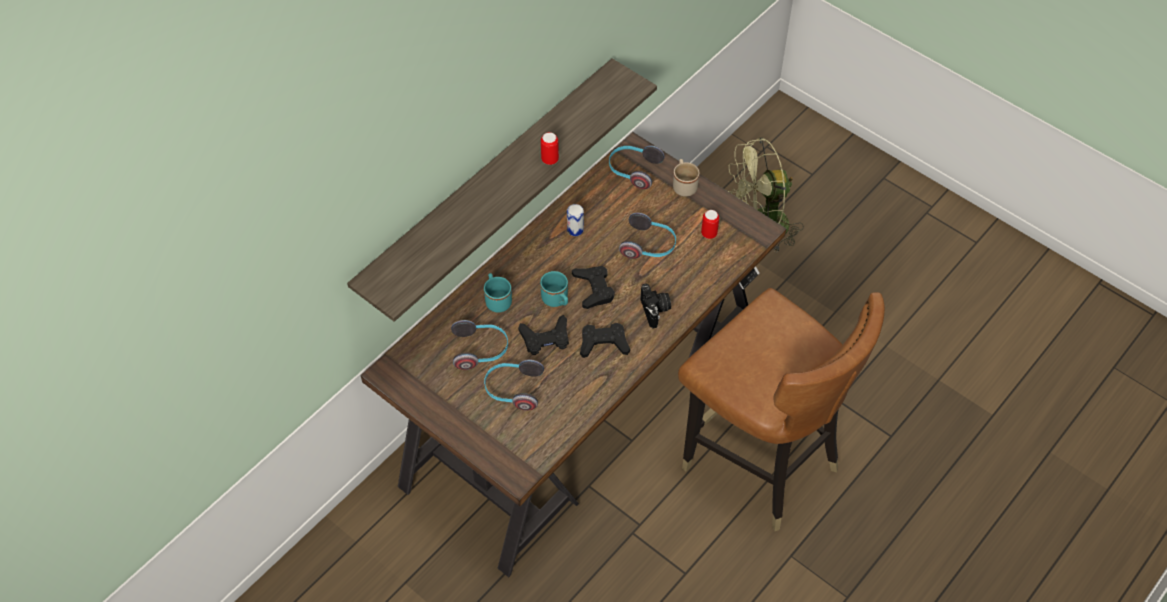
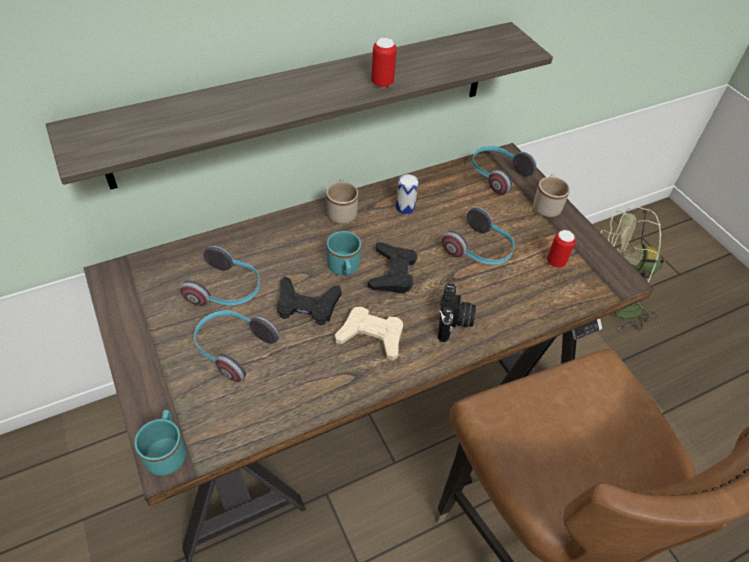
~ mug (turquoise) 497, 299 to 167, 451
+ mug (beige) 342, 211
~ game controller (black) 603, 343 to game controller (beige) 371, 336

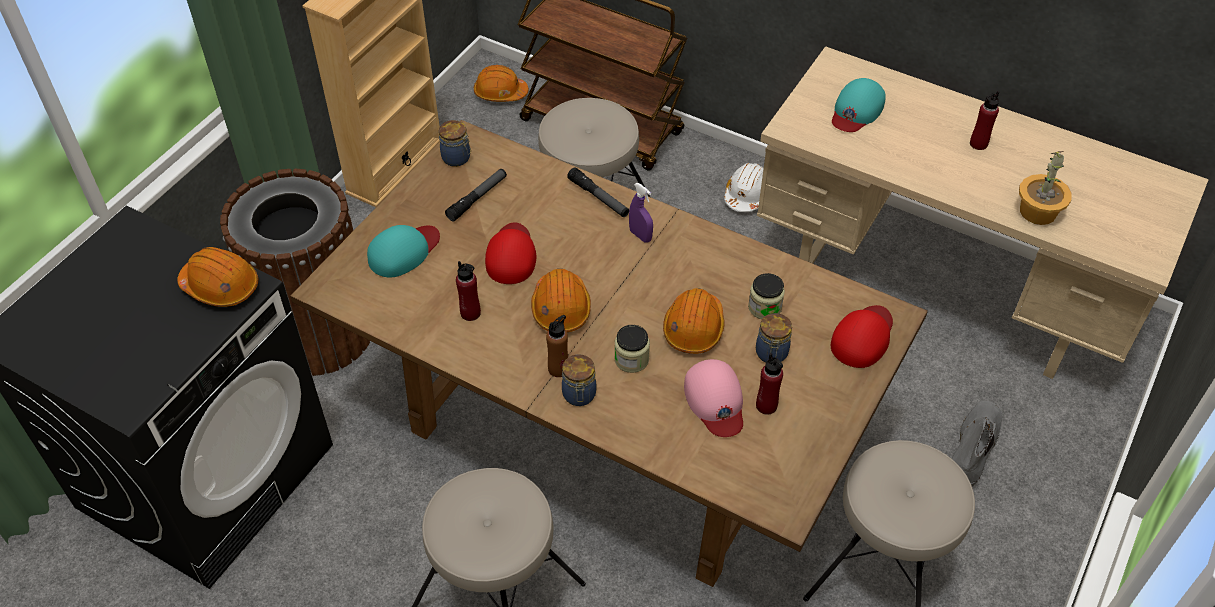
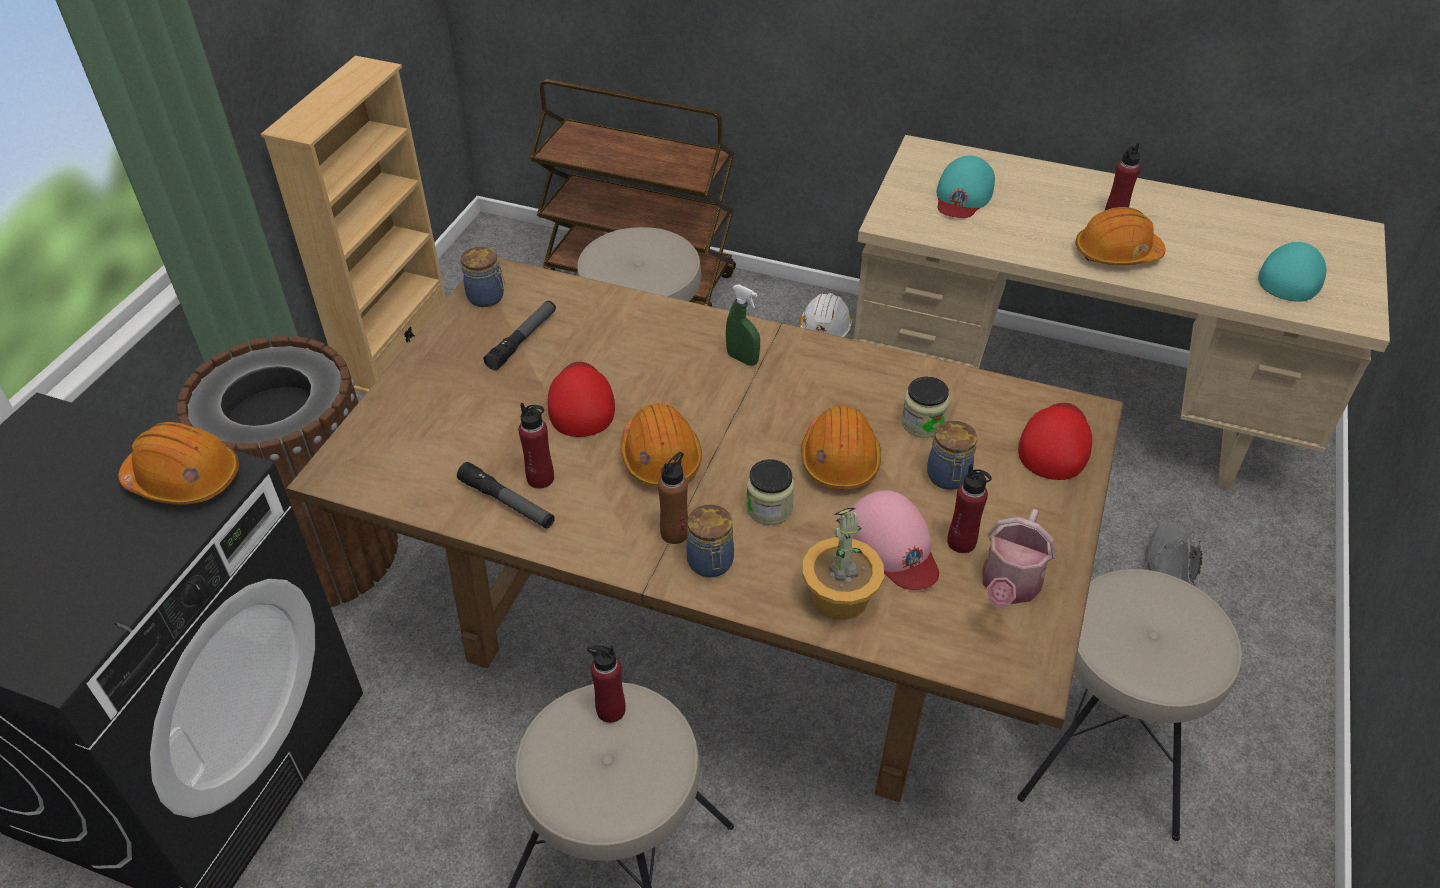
~ flashlight 598, 197 to 507, 502
+ bottle (red) 610, 710
~ spray bottle (purple) 640, 235 to spray bottle (green) 742, 359
~ potted plant 1038, 212 to 840, 597
+ watering can 1008, 587
~ hard hat (orange) 500, 93 to 1116, 253
~ cap (turquoise) 404, 251 to 1292, 275

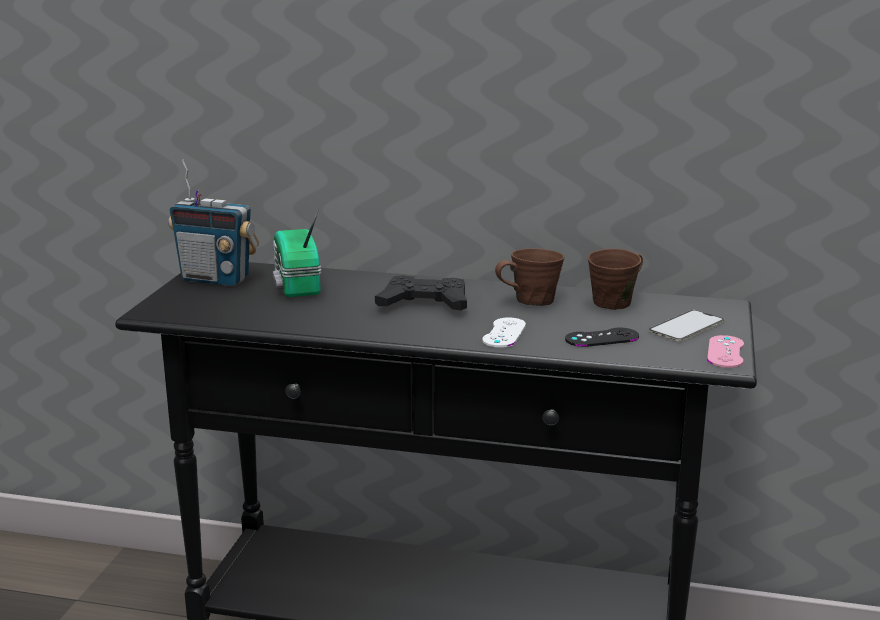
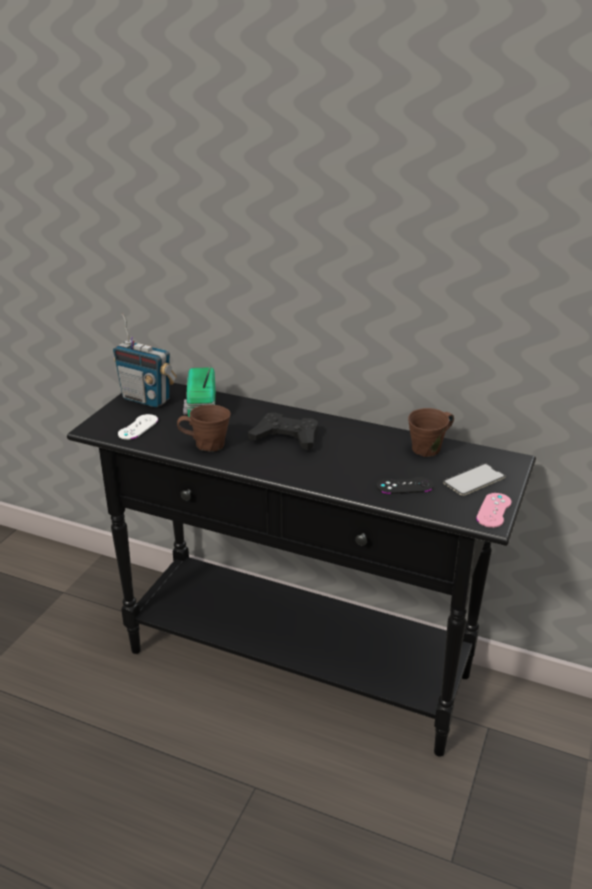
~ game controller (white) 504, 333 to 138, 427
~ mug (brown) 531, 301 to 208, 445

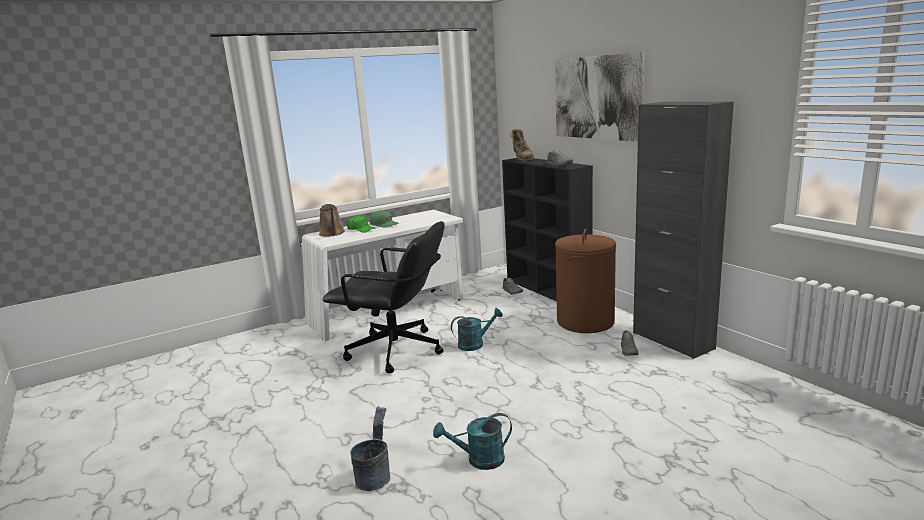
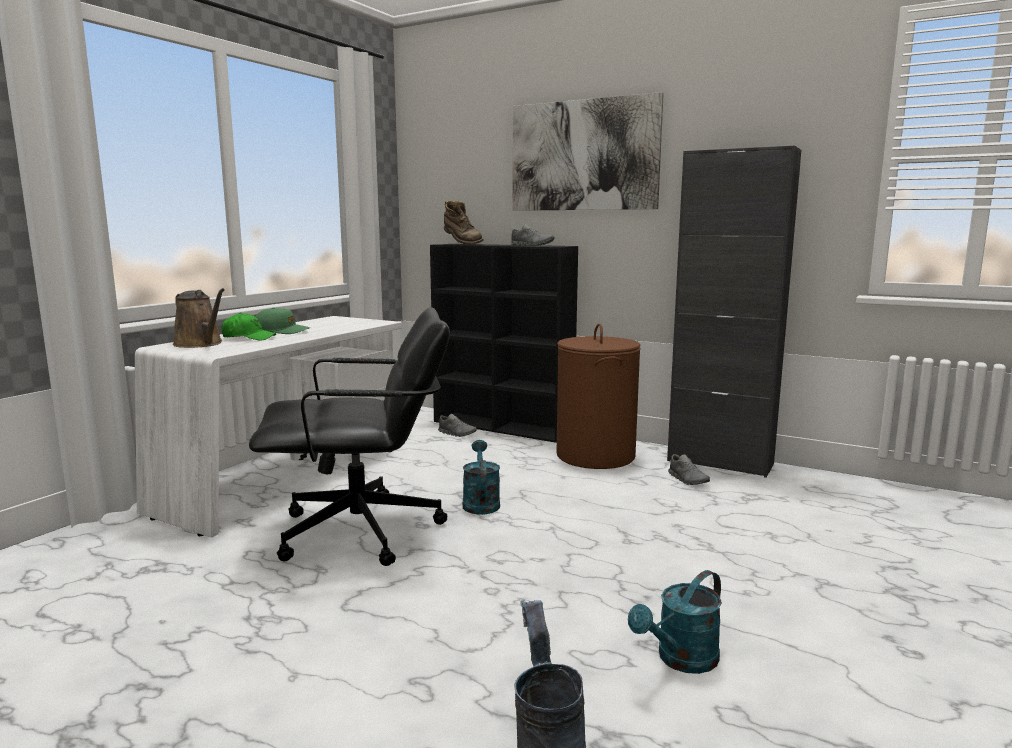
~ watering can (turquoise) 475, 344 = 480, 502 45 degrees counterclockwise

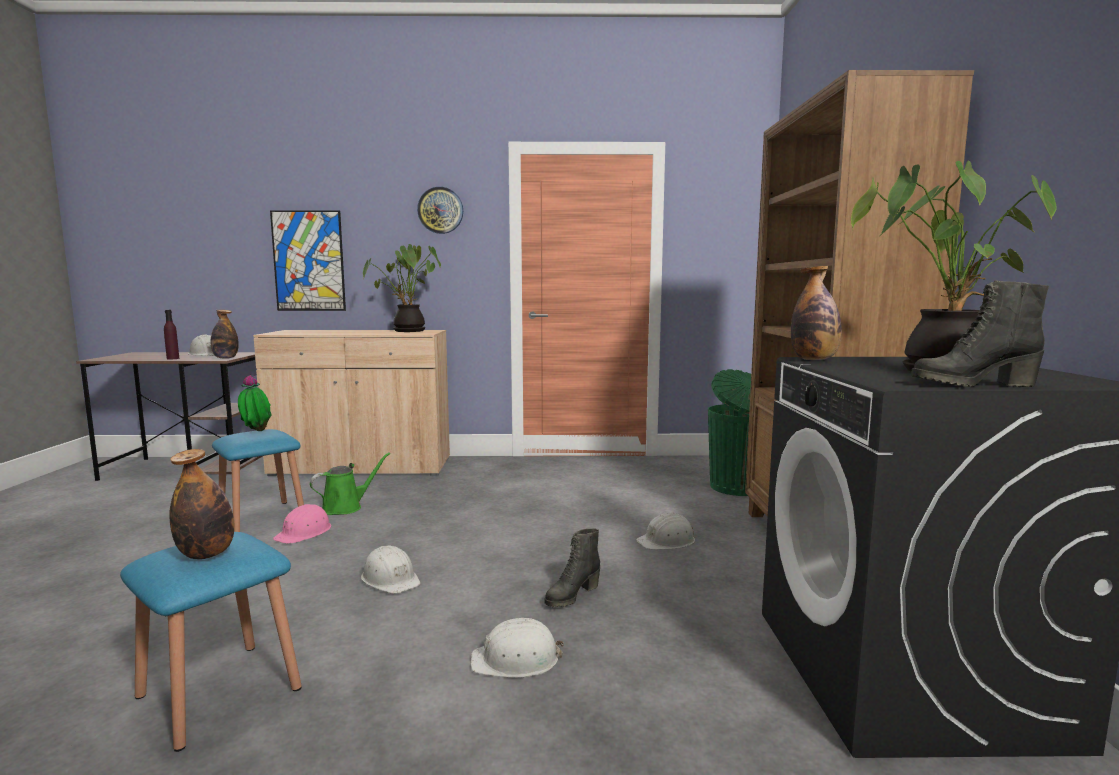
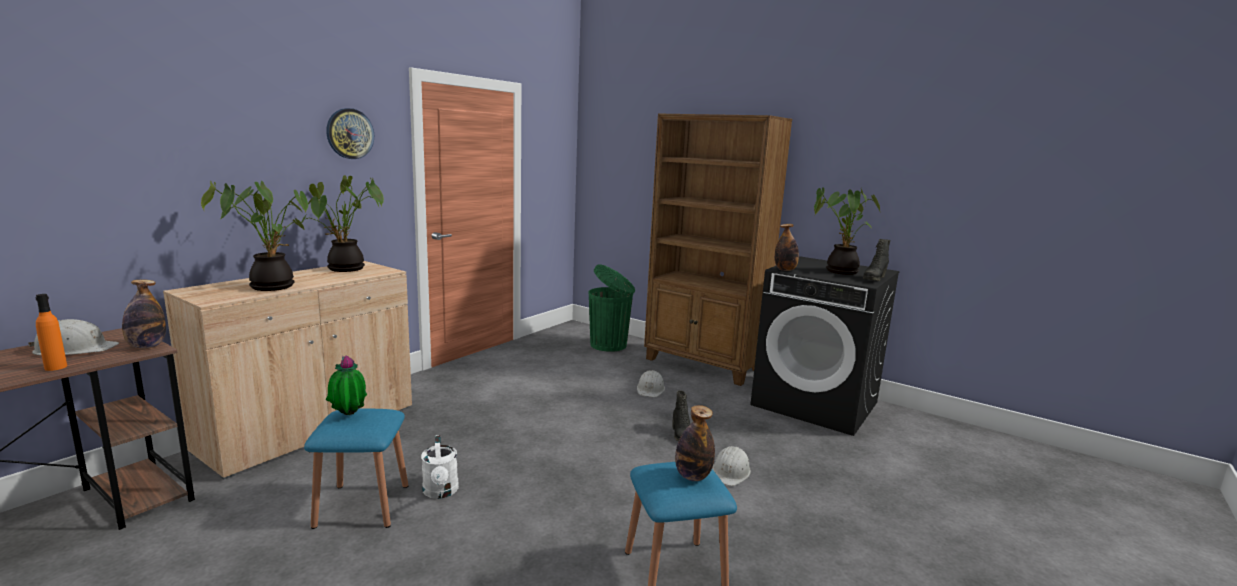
~ bottle (purple) 173, 358 to bottle (orange) 56, 367
+ potted plant 271, 286
~ hard hat (pink) 304, 532 to watering can (white) 441, 492
- picture 308, 261
- watering can (green) 345, 507
- hard hat (white) 390, 579

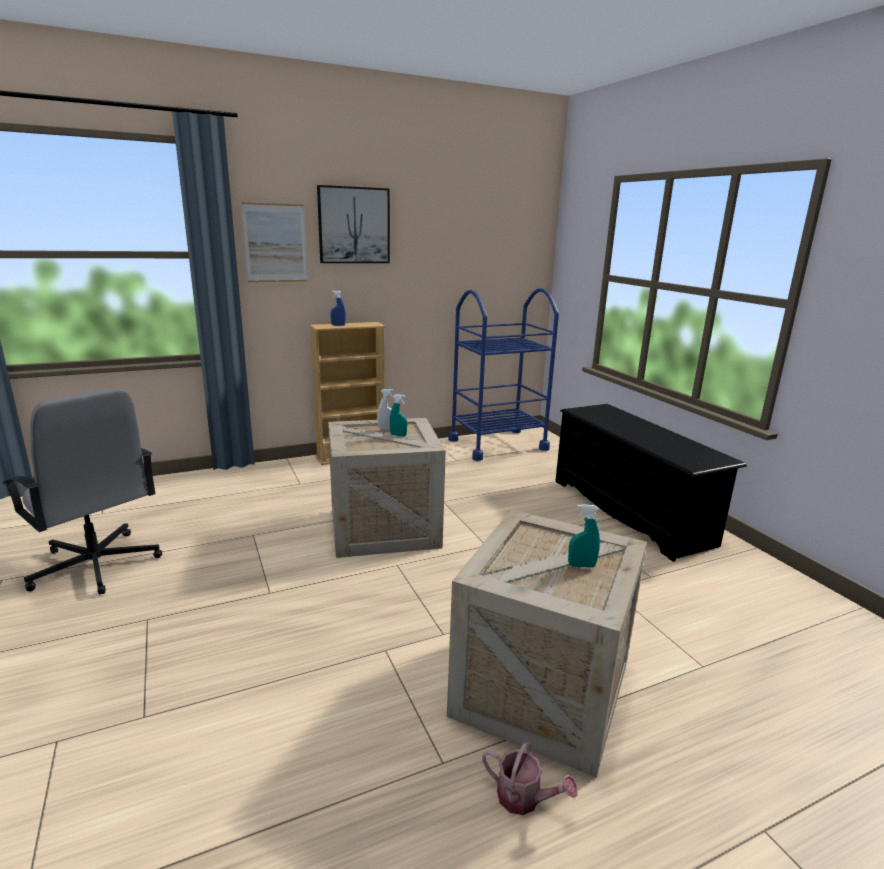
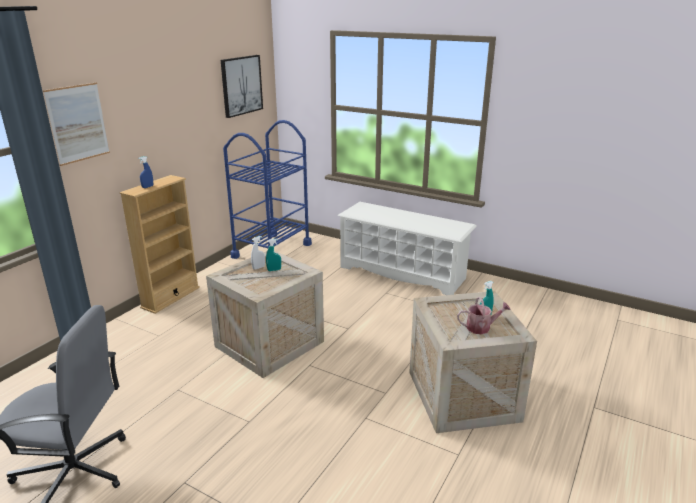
~ picture 354, 225 to 241, 85
~ shoe rack (black) 630, 511 to shoe rack (white) 403, 273
~ watering can 524, 798 to 481, 327

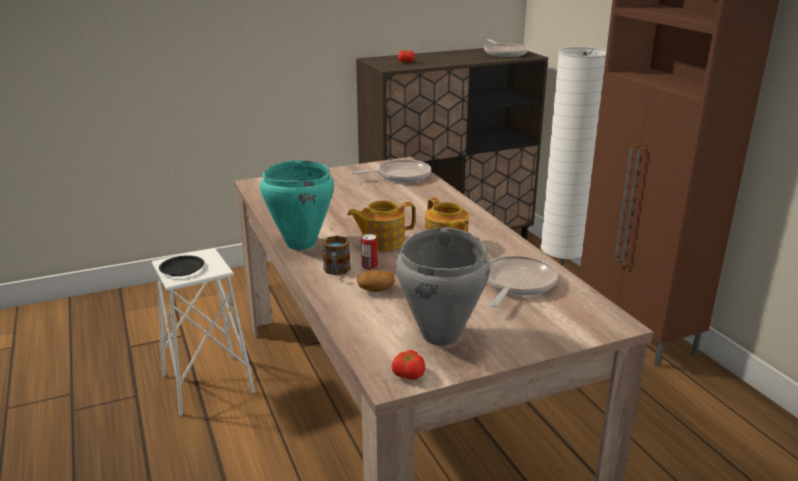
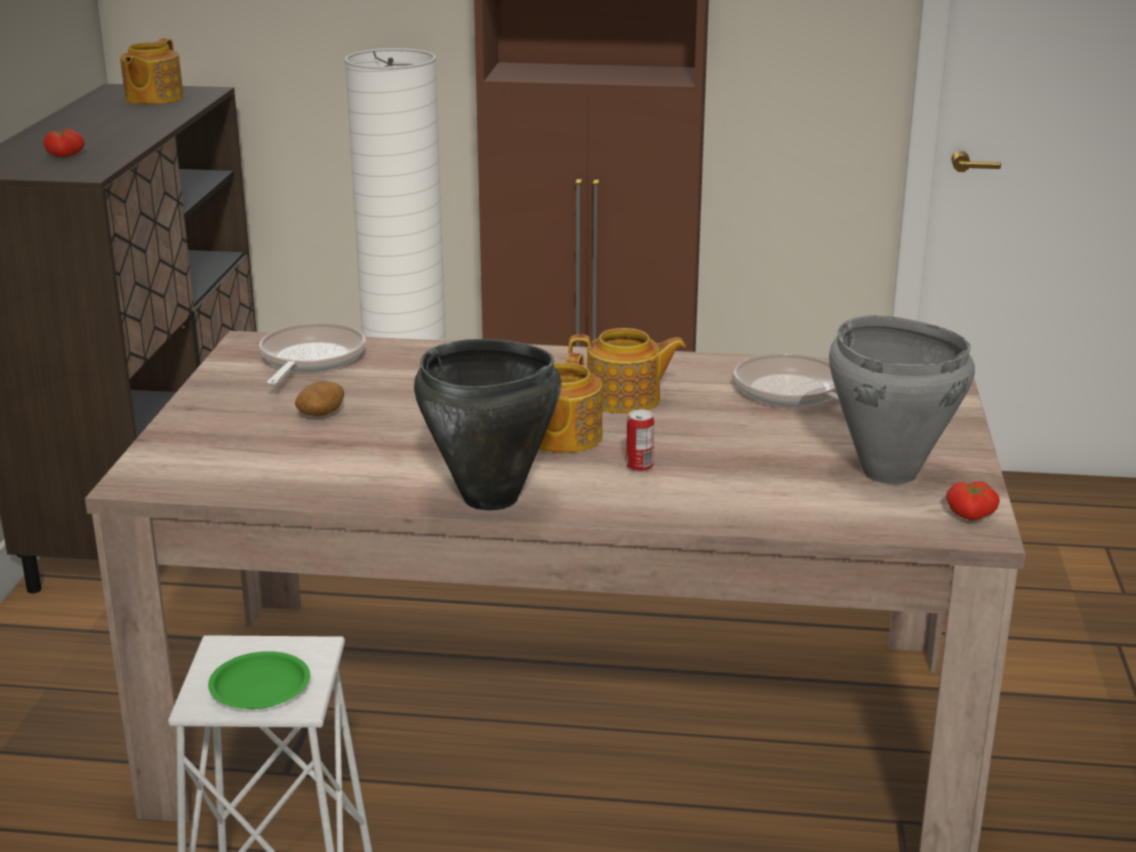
~ frying pan 504, 53 to teapot 153, 98
~ plate (black) 182, 269 to plate (green) 261, 687
~ potato 375, 290 to 321, 413
~ cooking pot (turquoise) 300, 244 to cooking pot (black) 491, 498
- mug 336, 271

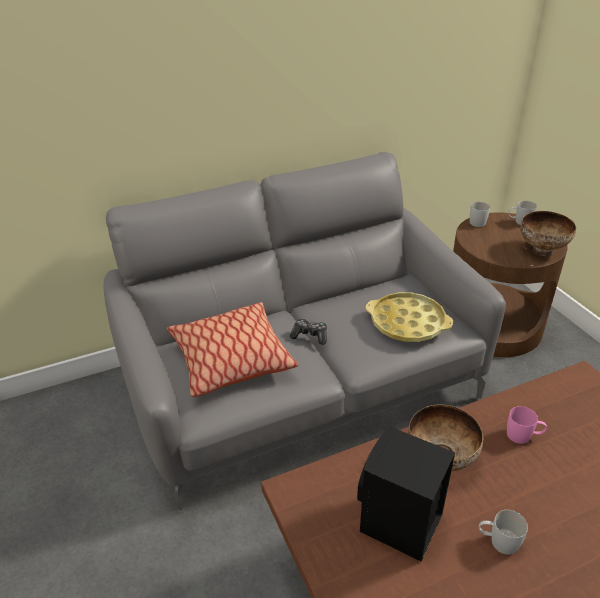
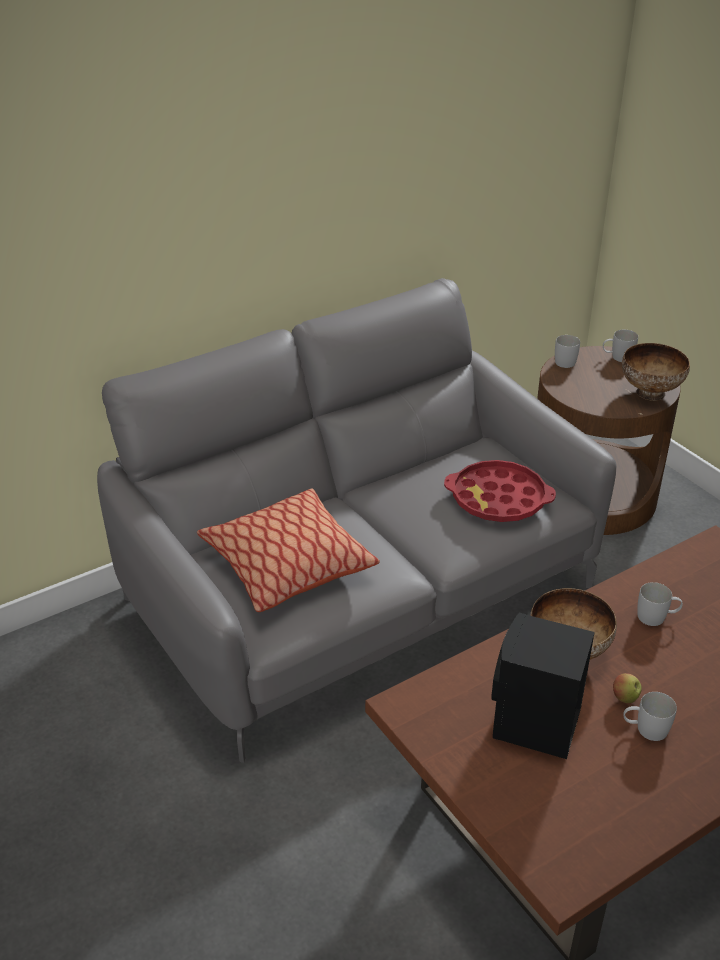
~ tray (yellow) 407, 323 to tray (red) 498, 499
+ apple 625, 698
~ mug (pink) 523, 436 to mug (white) 657, 617
- game controller 310, 335

